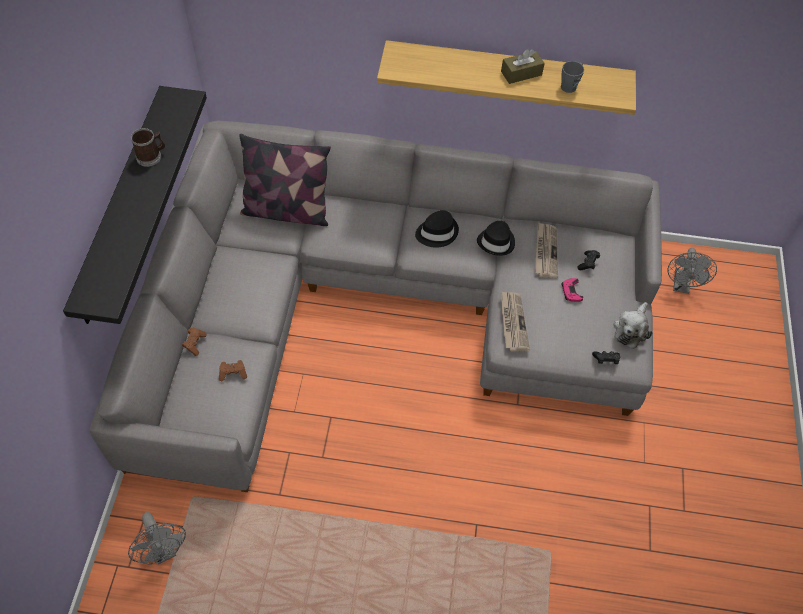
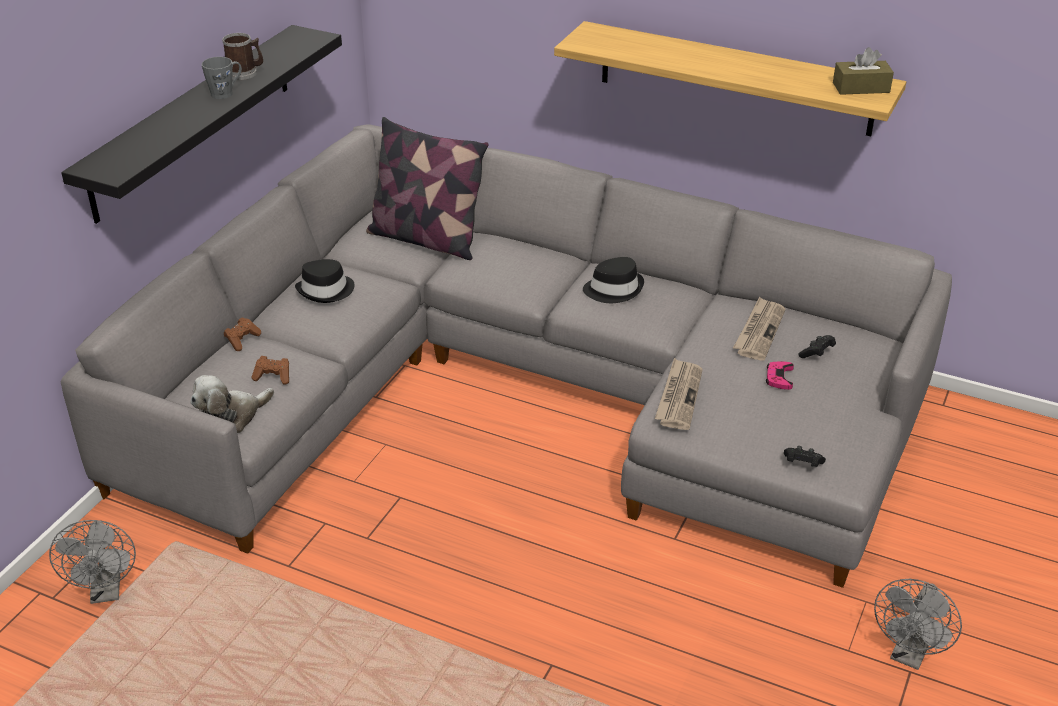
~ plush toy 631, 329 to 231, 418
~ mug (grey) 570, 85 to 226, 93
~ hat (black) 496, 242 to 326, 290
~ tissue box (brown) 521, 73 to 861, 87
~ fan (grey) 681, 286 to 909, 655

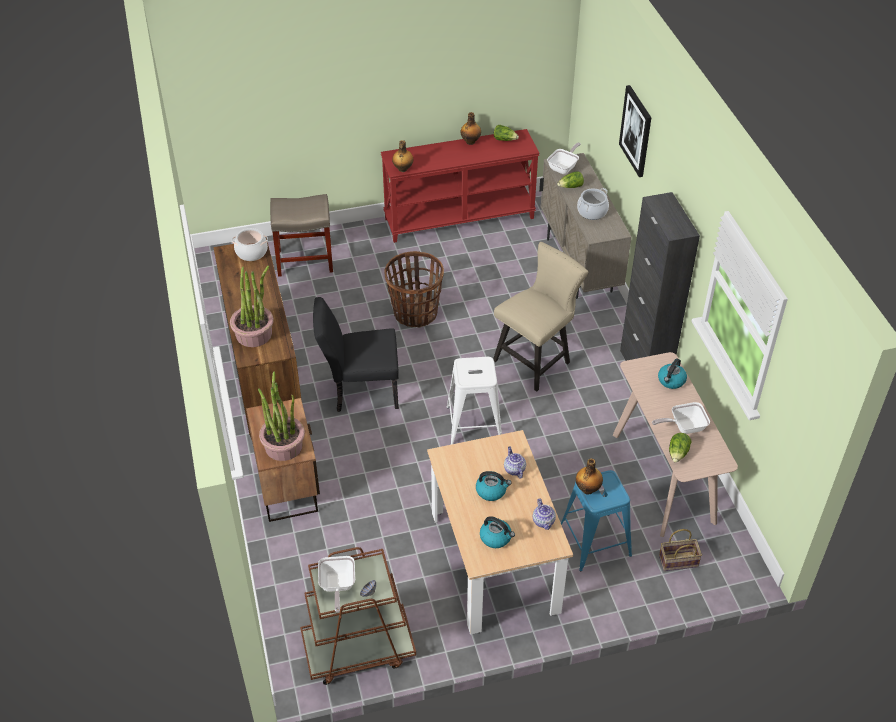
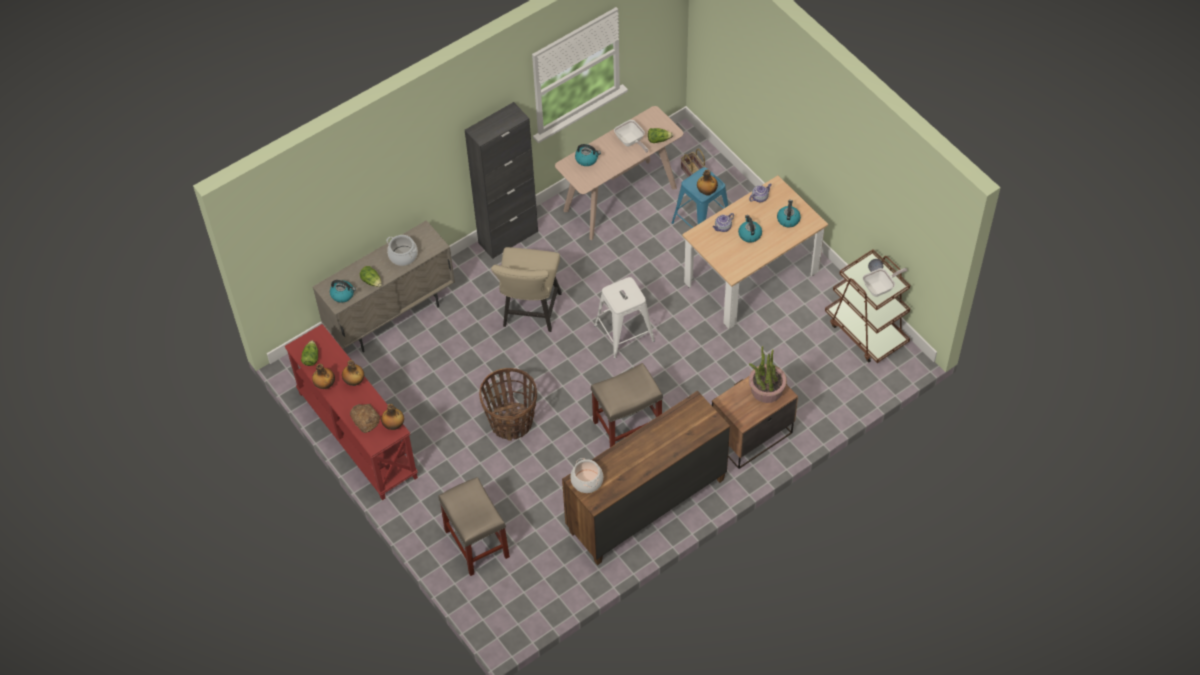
~ frying pan 564, 167 to kettle 343, 294
+ bottle 354, 382
+ bread 365, 419
~ chair (beige) 536, 359 = 530, 313 105 degrees counterclockwise
~ chair (black) 360, 391 to stool (beige) 626, 427
- potted plant 254, 334
- picture 636, 131

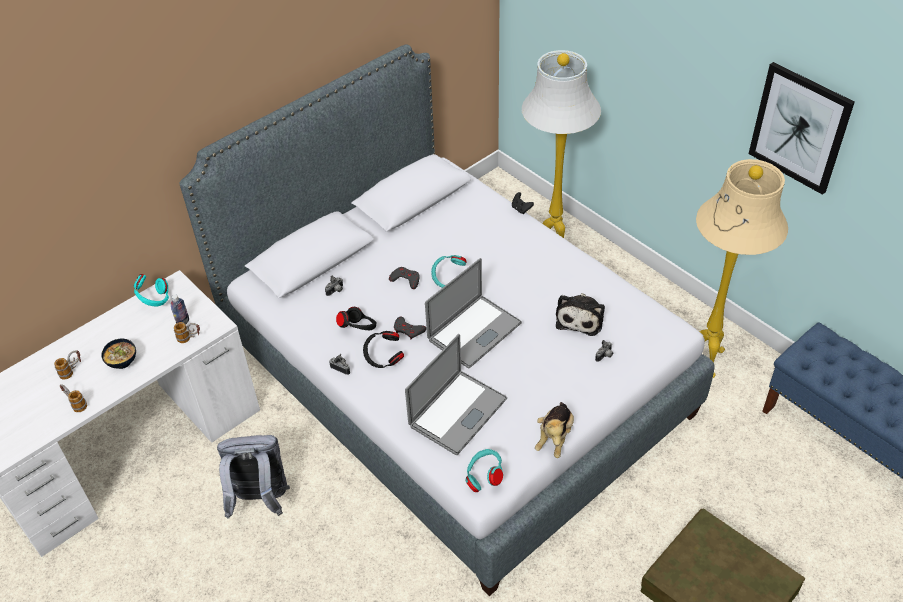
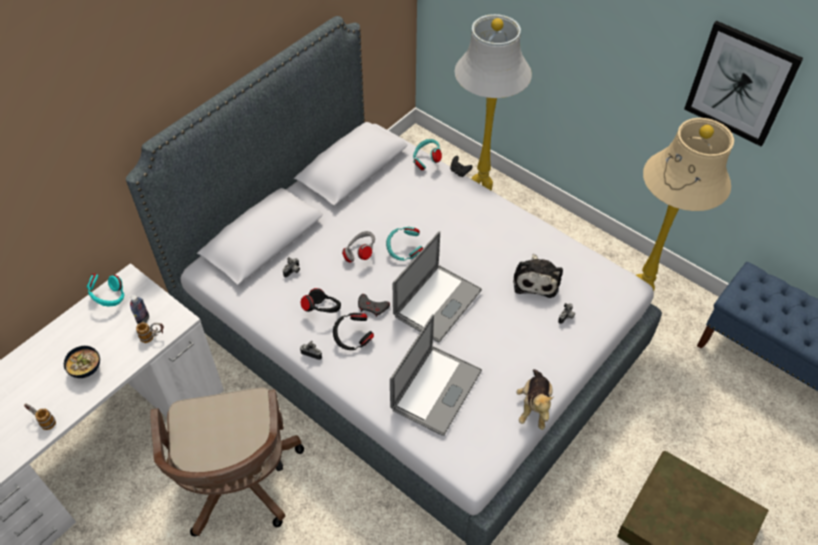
~ backpack (grey) 260, 499 to office chair (brown) 238, 484
~ game controller (grey) 405, 279 to headphones (grey) 360, 254
~ headphones (turquoise) 484, 477 to 426, 161
- mug 72, 371

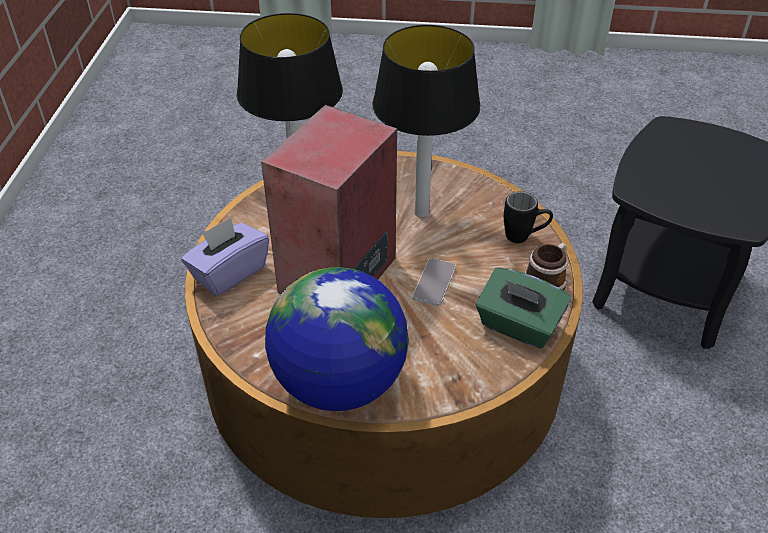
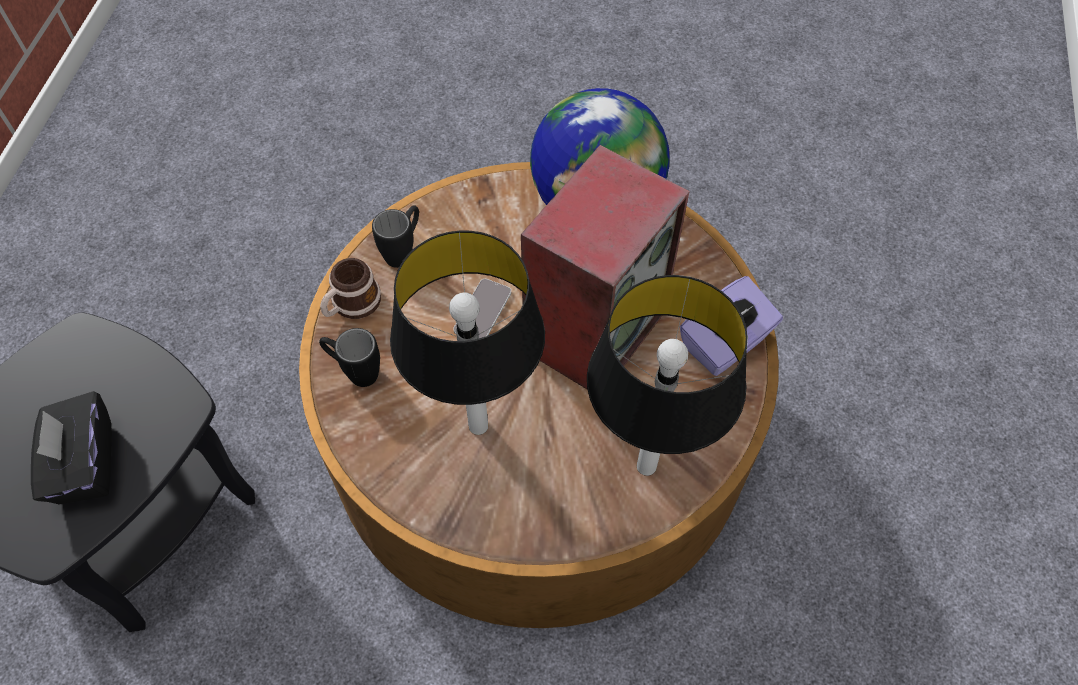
+ tissue box (black) 84, 464
~ tissue box (green) 518, 326 to mug (black) 404, 251

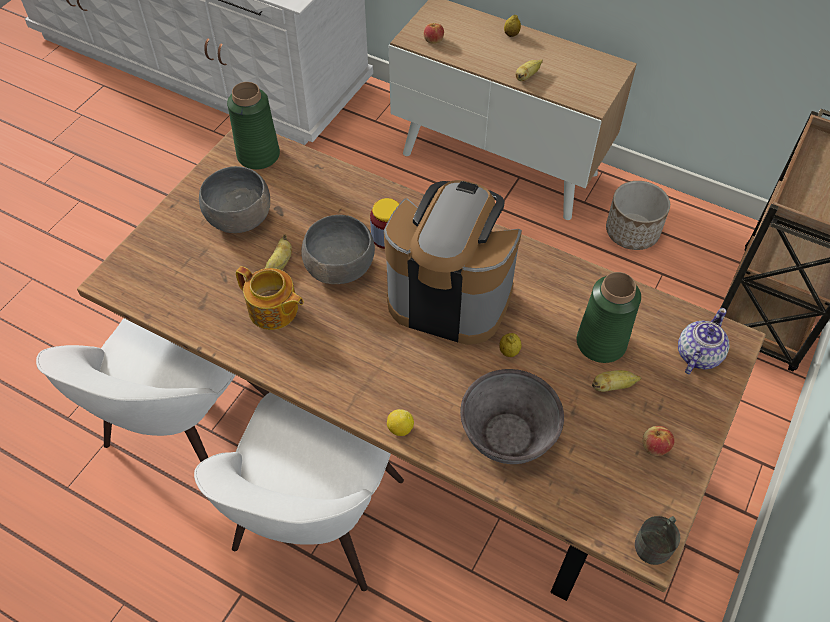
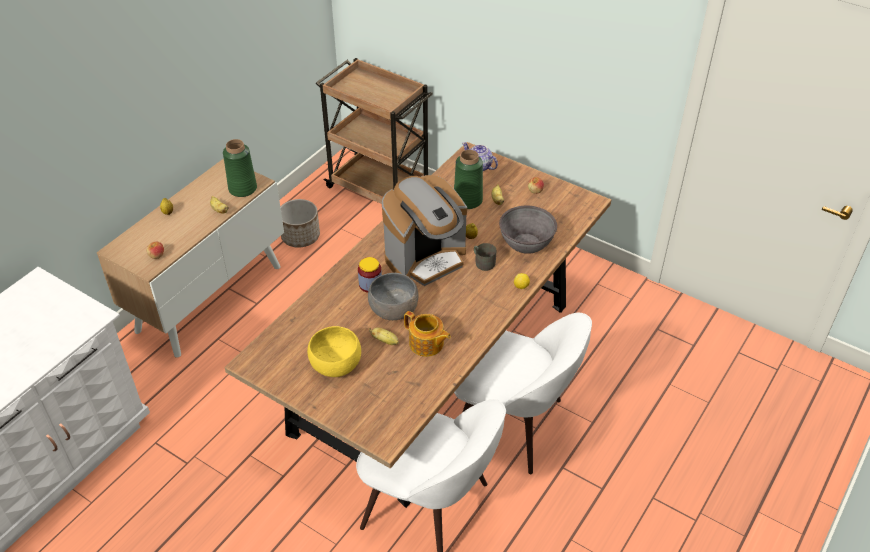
~ vase (green) 259, 155 to 242, 188
~ bowl (grey) 239, 218 to bowl (yellow) 336, 364
~ coffee machine 449, 296 = 426, 259 150 degrees counterclockwise
~ teapot 274, 310 = 426, 344 90 degrees clockwise
~ mug (grey) 656, 544 to 483, 262

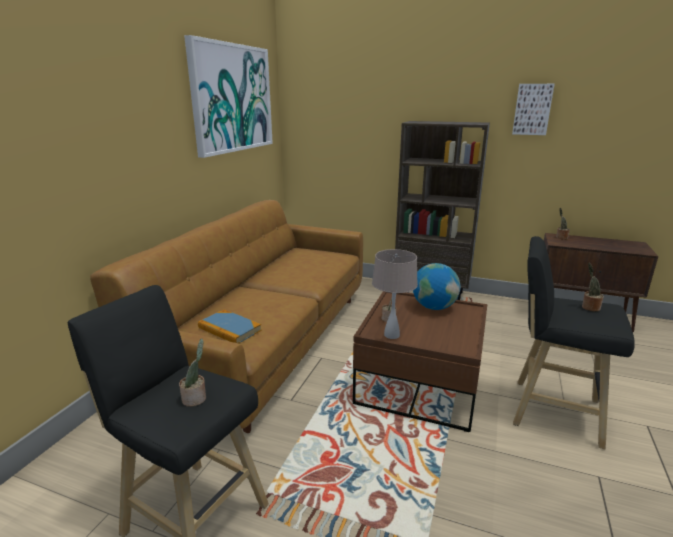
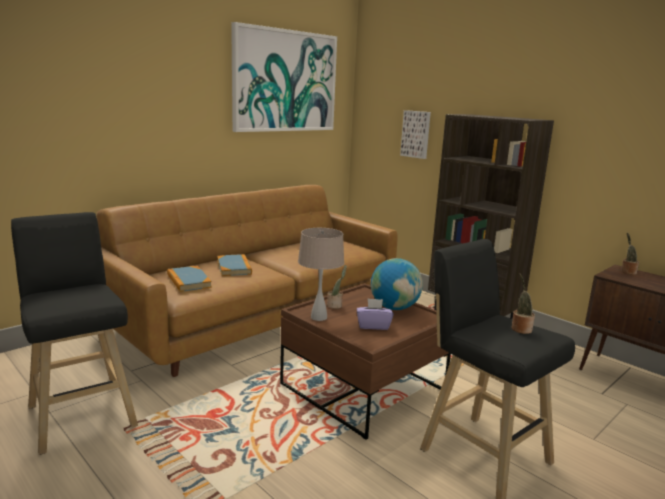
+ book 234, 267
+ tissue box (purple) 373, 325
~ picture 532, 109 to 416, 134
- potted plant 196, 398

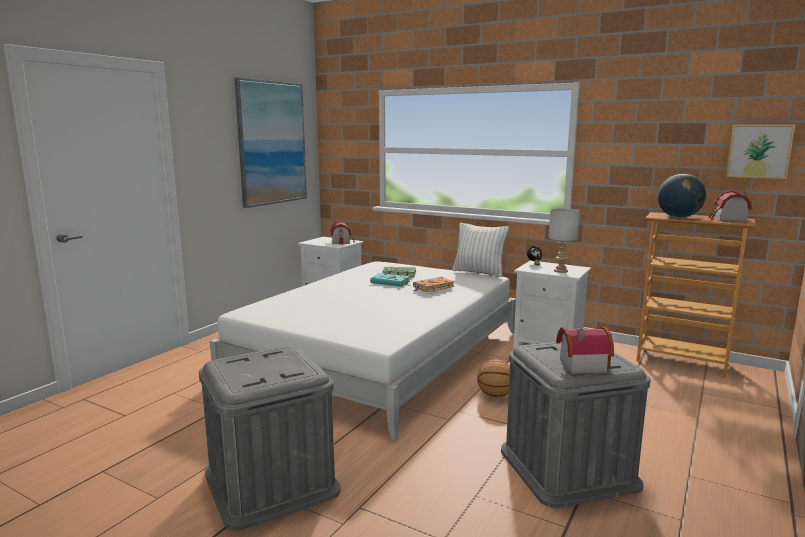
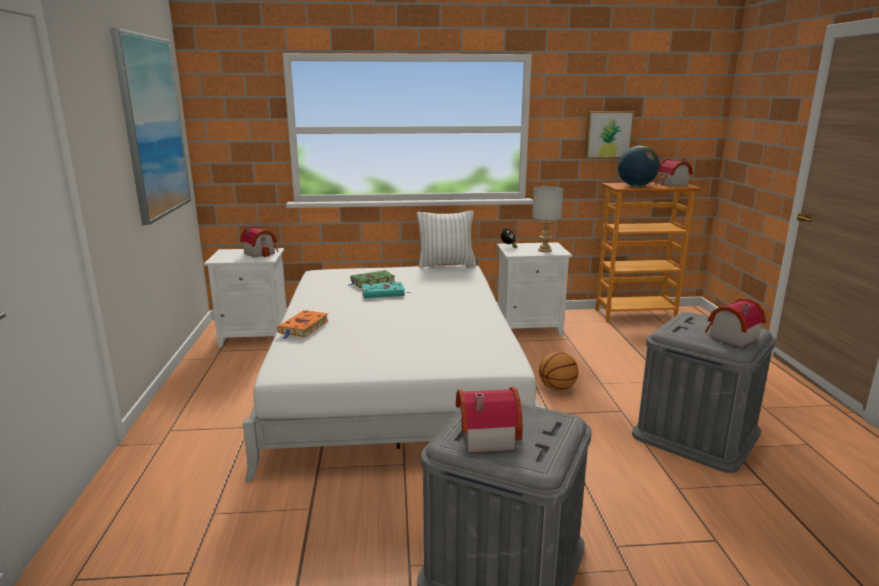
~ book (orange) 433, 287 to 303, 327
+ toy house 484, 436
~ picture 759, 151 to 608, 134

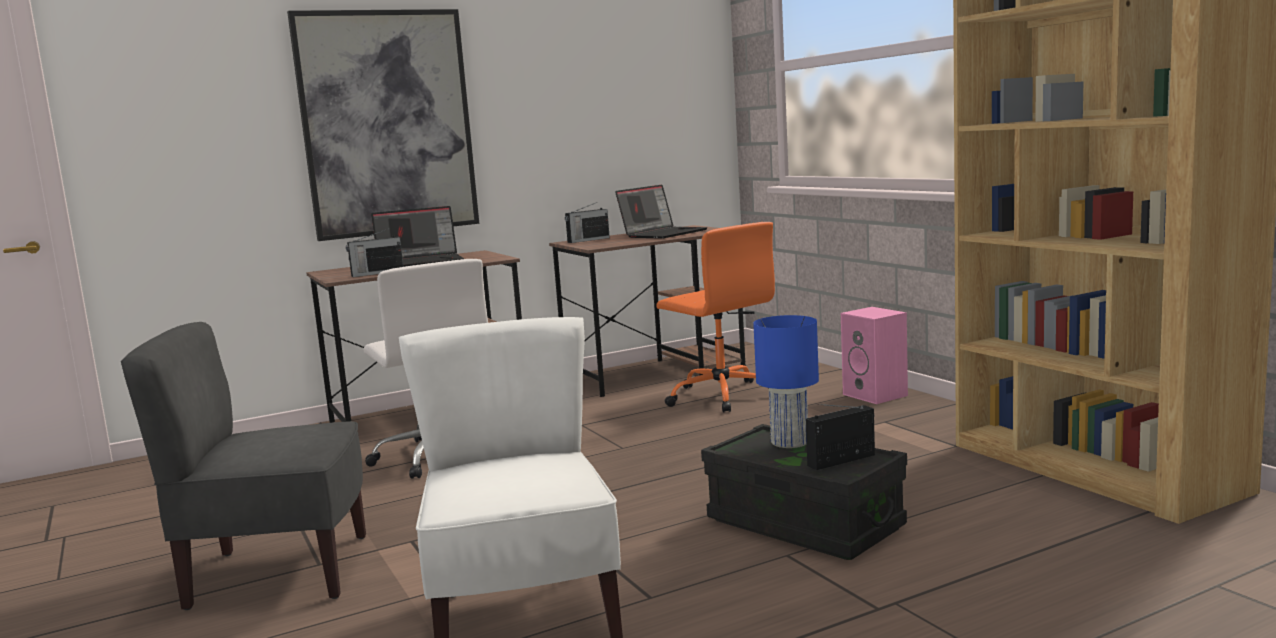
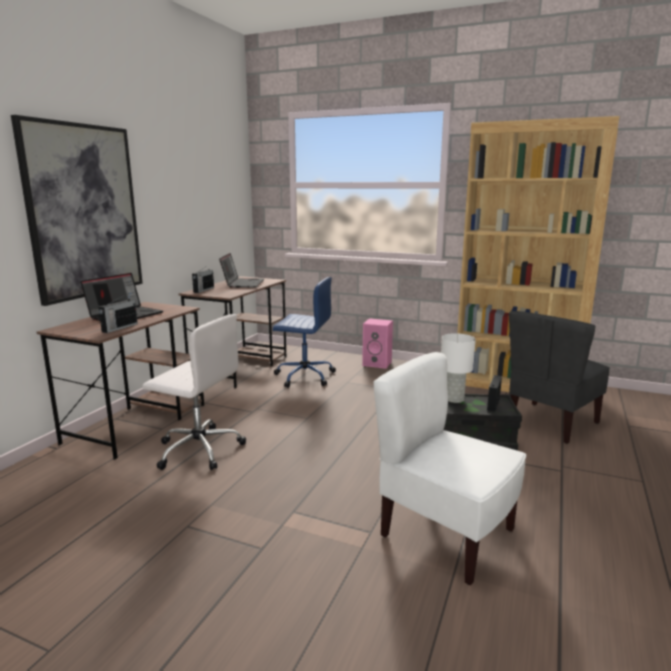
~ office chair (orange) 721, 396 to office chair (blue) 304, 376
~ table lamp (blue) 789, 442 to table lamp (white) 454, 399
~ chair (grey) 278, 573 to 550, 423

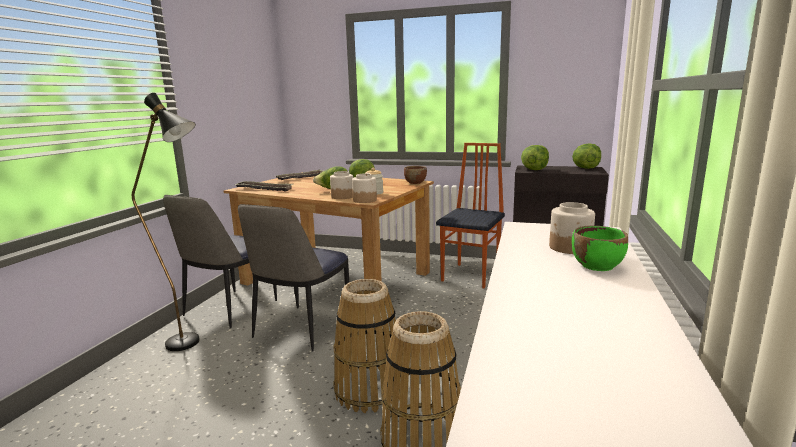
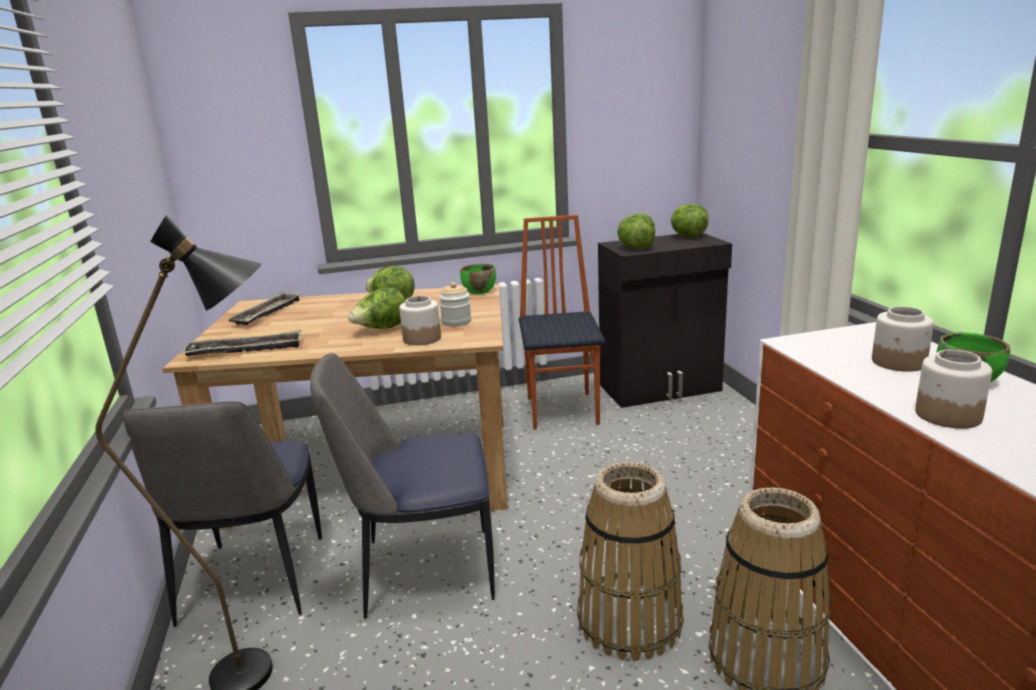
~ chair 301, 329 = 423, 570 90 degrees clockwise
~ bowl (brown) 415, 182 to bowl (green) 479, 291
~ jar 365, 200 to 947, 415

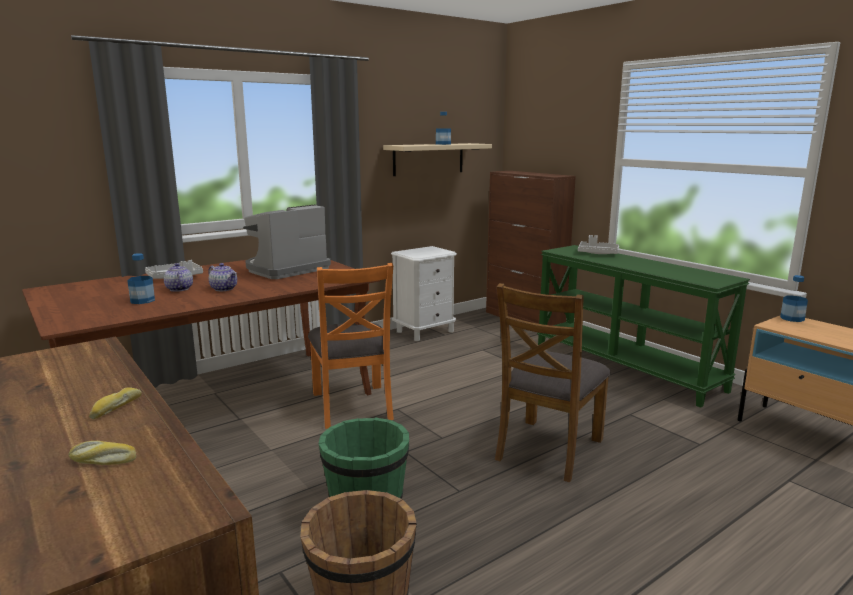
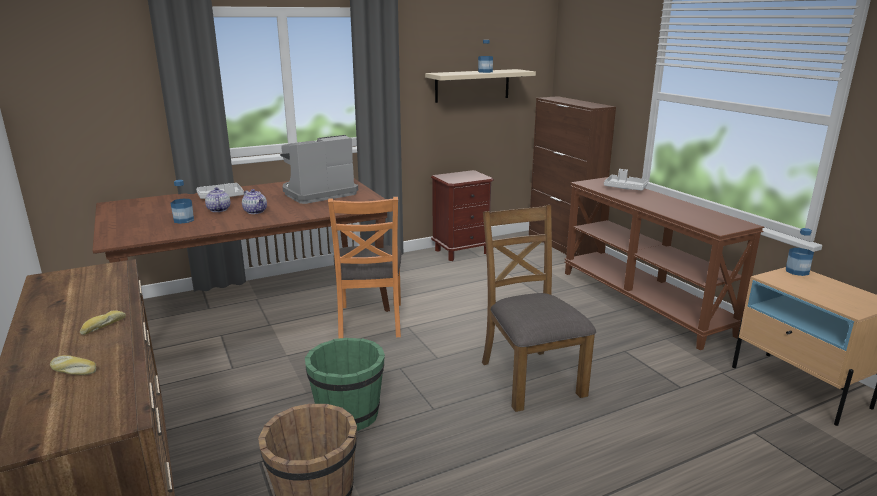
~ nightstand (white) 425, 331 to nightstand (brown) 462, 251
~ chair (brown) 548, 449 = 530, 378 120 degrees clockwise
~ console table (green) 626, 366 to console table (brown) 644, 302

